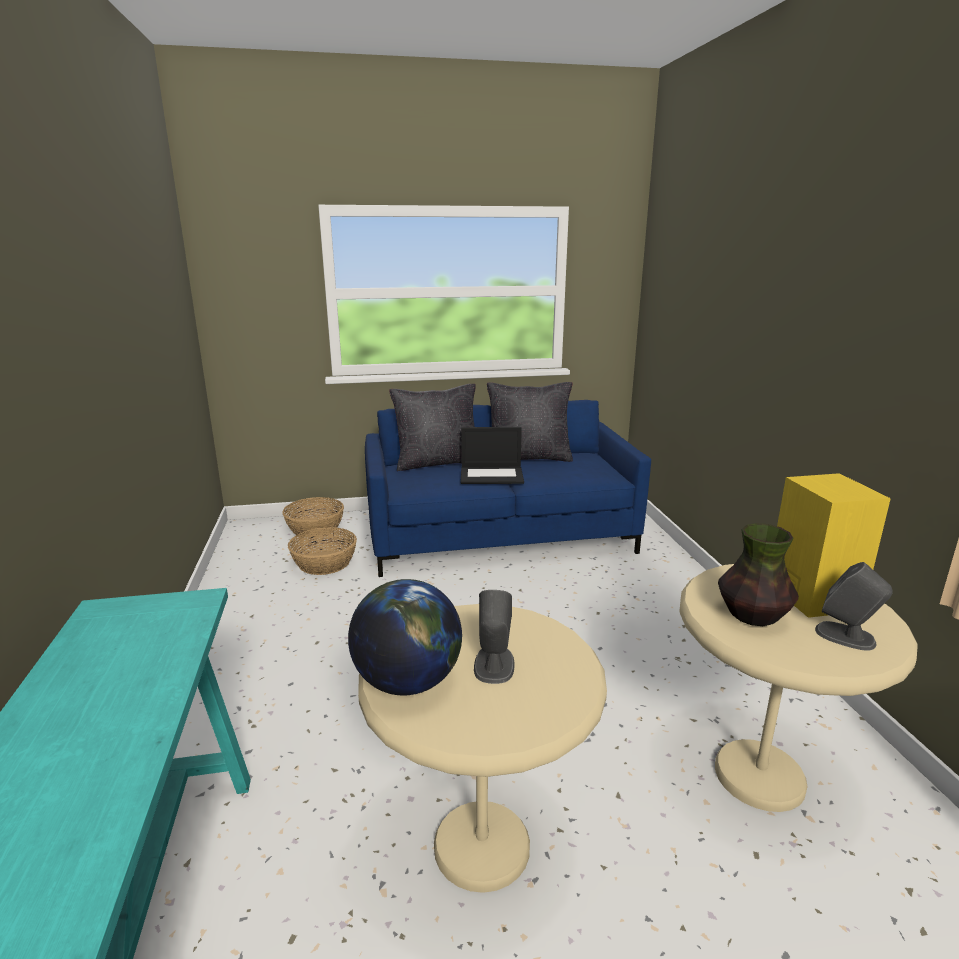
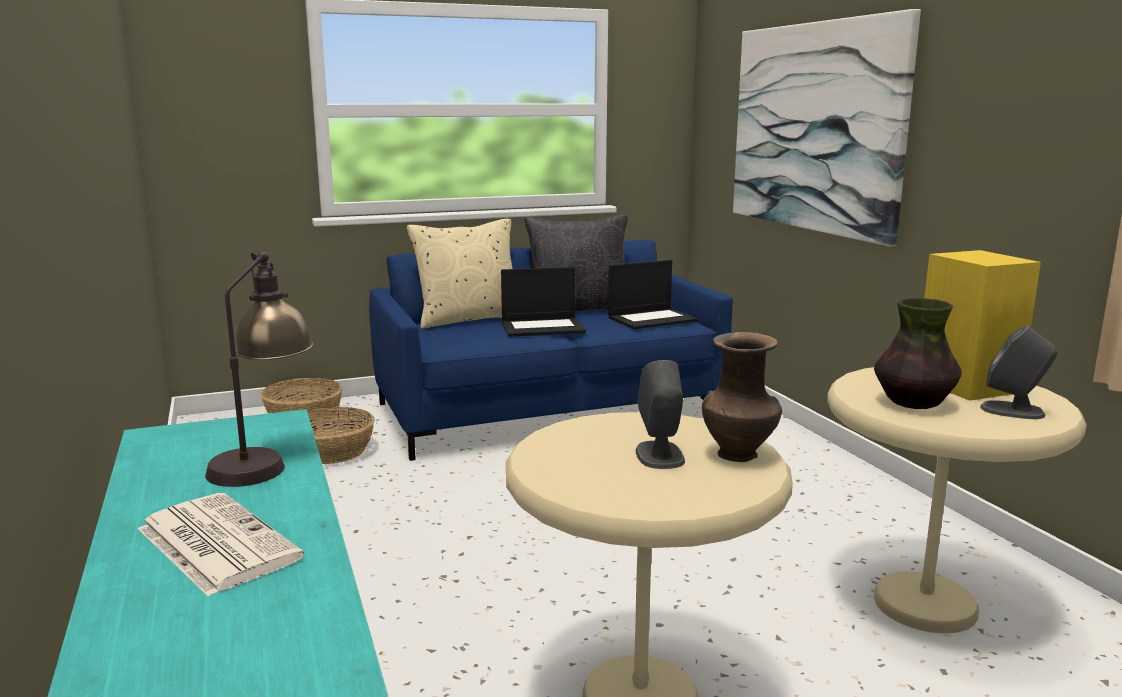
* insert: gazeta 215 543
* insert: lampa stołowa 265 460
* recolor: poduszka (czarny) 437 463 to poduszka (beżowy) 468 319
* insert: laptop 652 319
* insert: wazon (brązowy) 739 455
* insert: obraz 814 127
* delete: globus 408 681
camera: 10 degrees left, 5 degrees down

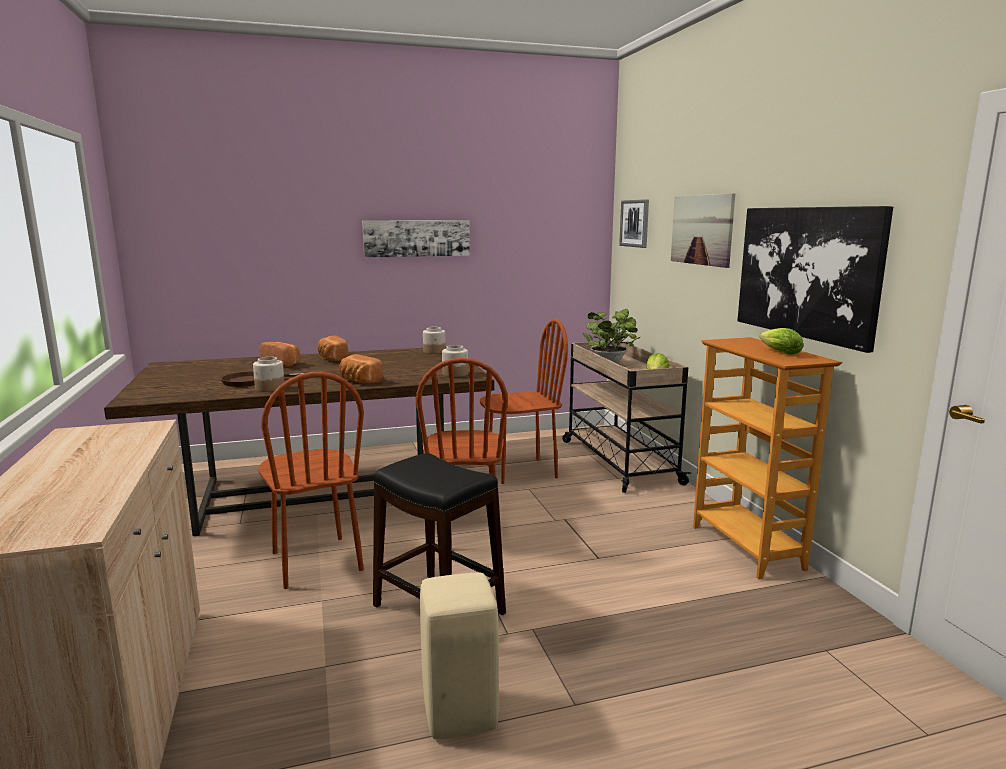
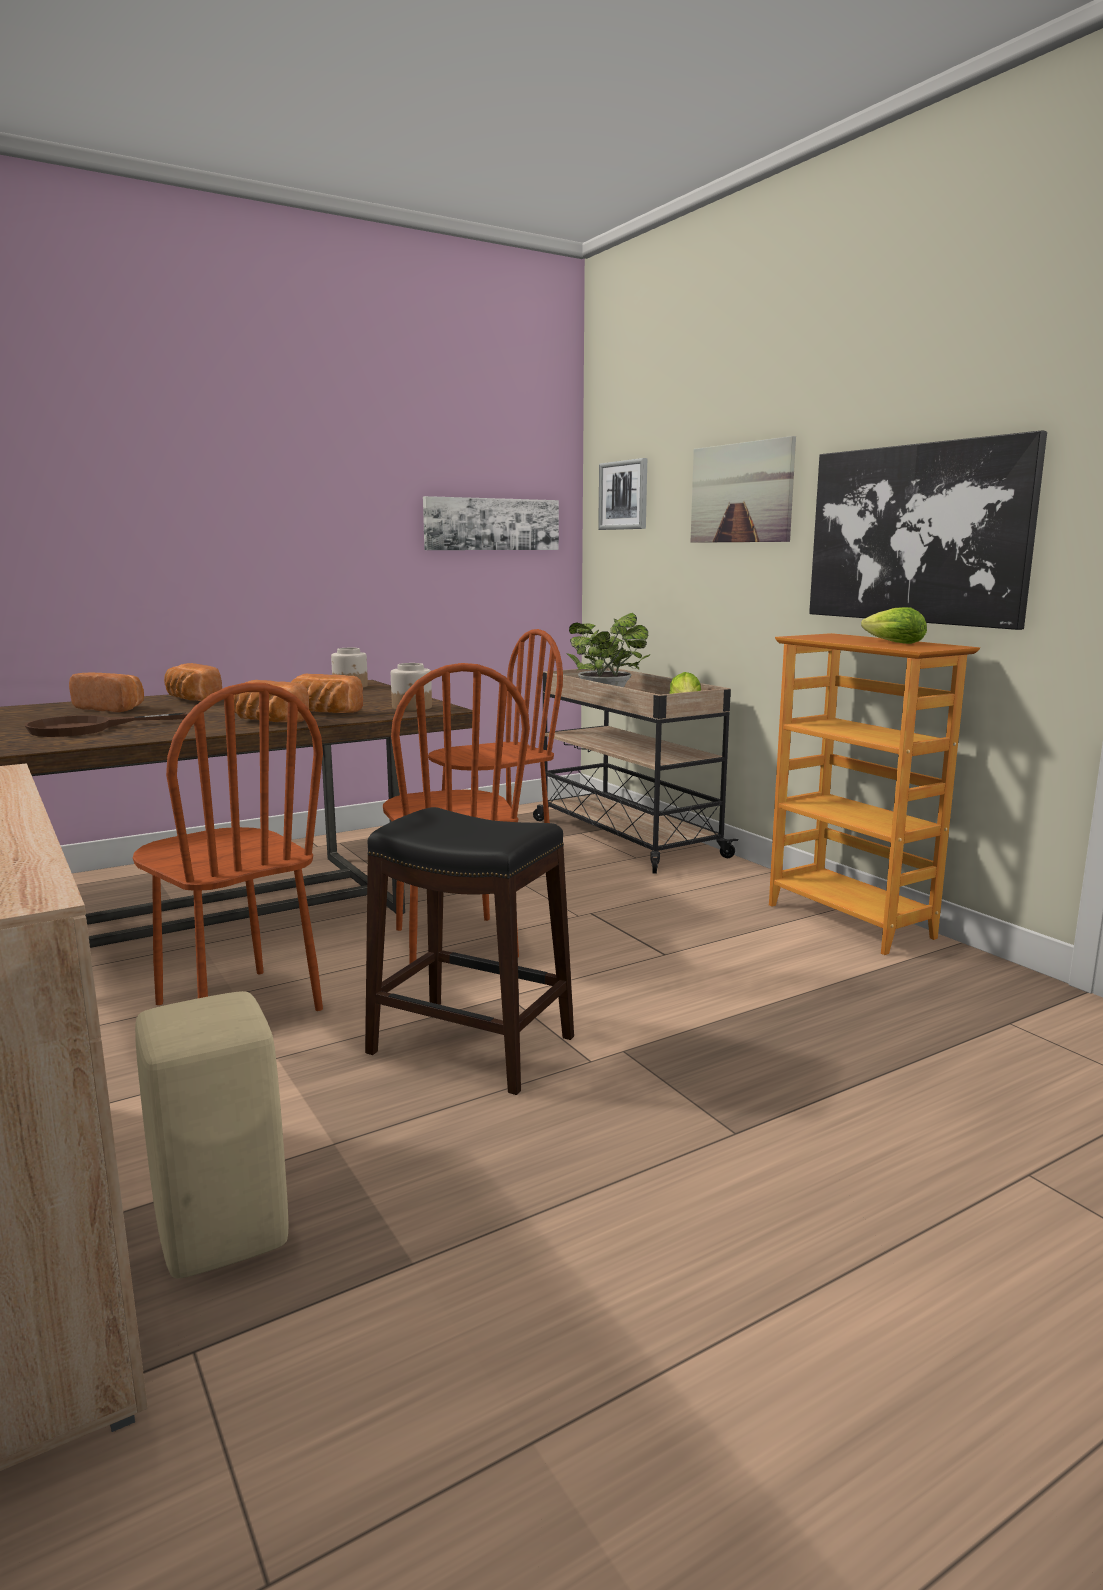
* move: stołek (beżowy) 459 716 to 221 1237
* insert: chleb 323 713
* move: obraz 416 238 to 491 524
* delete: słoik 270 388
camera: 15 degrees left, 0 degrees up

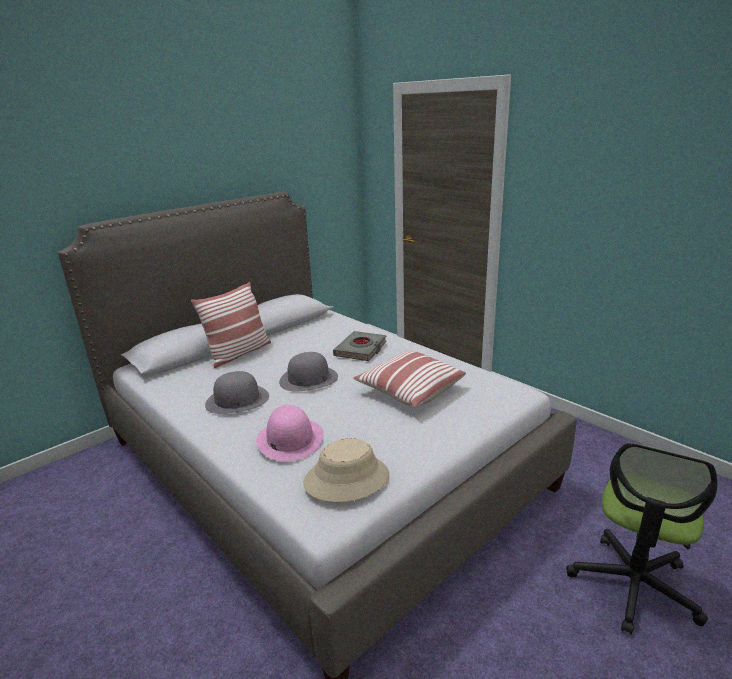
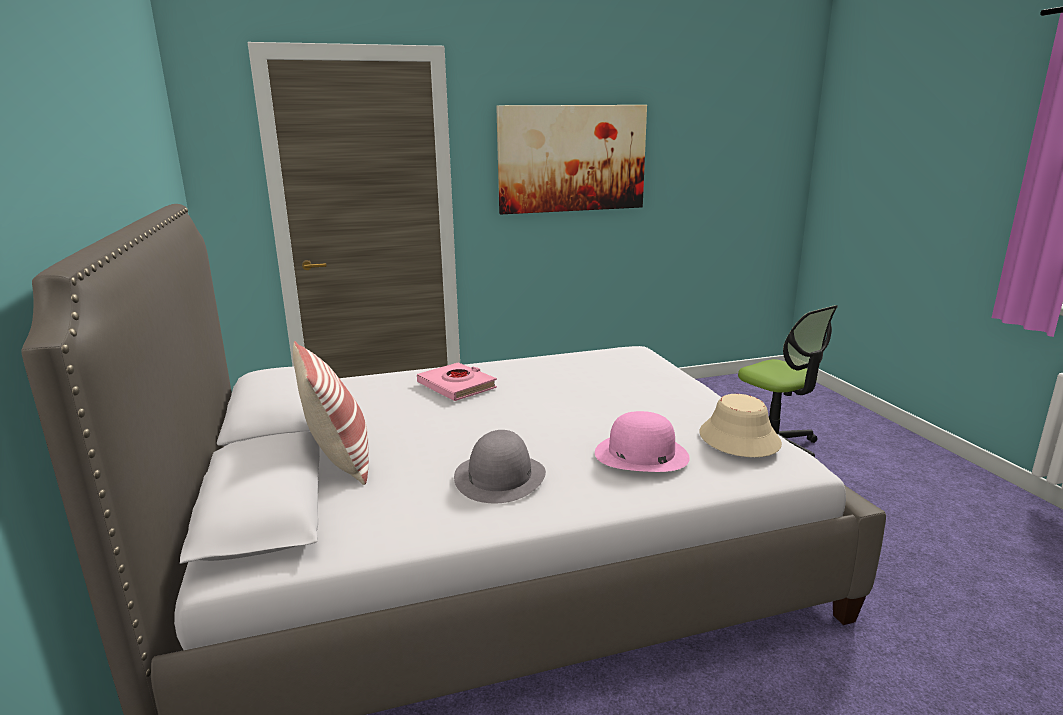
* recolor: książka (szary) 361 349 to książka (różowy) 457 386
* insert: obraz 572 159
* delete: kapelusz (szary) 308 379
* delete: poduszka 409 390
camera: 65 degrees left, 5 degrees down

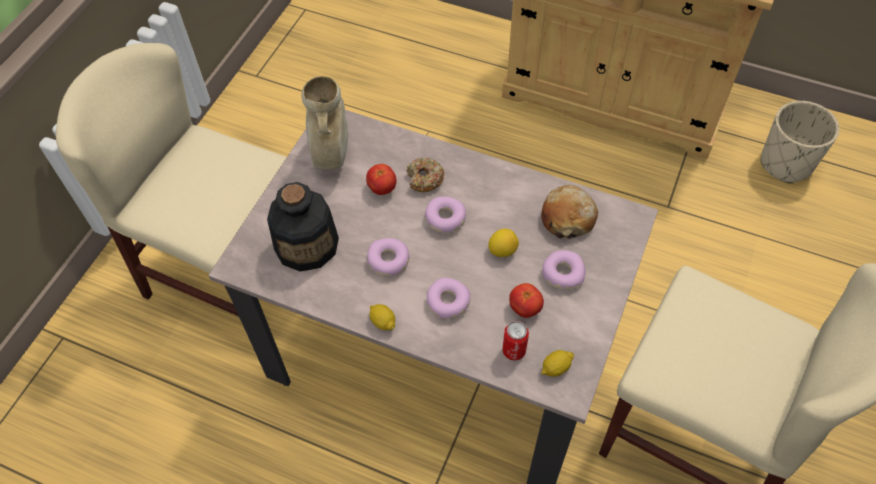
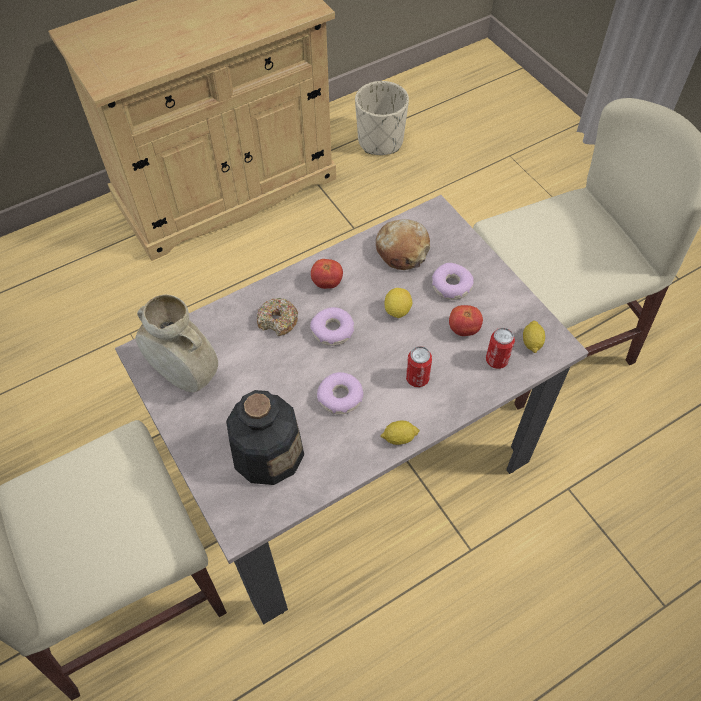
* move: pomidor 382 188 to 327 283
* replace: donut 448 302 to puszka 417 378
camera: 55 degrees left, 0 degrees up

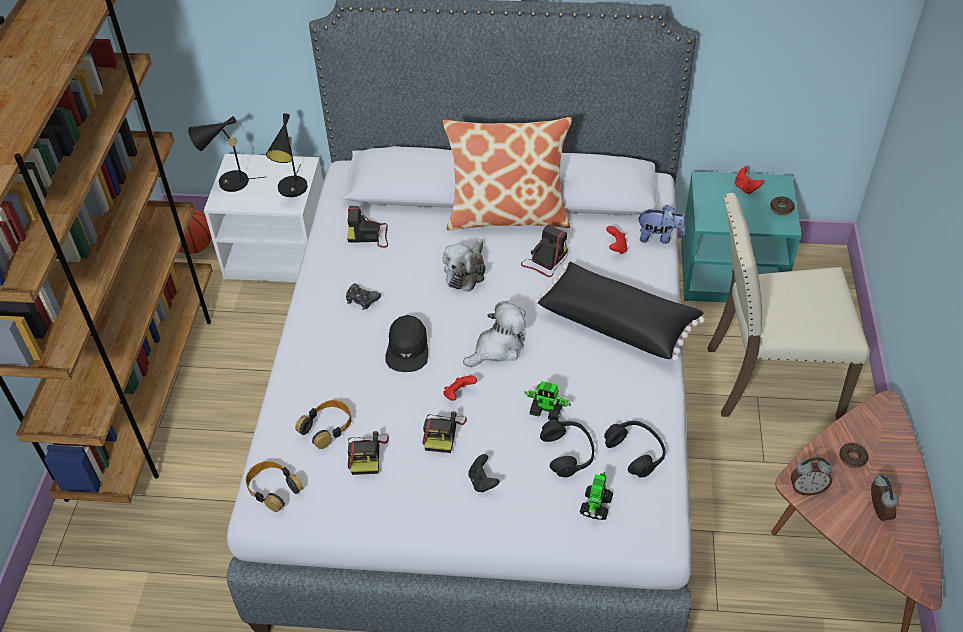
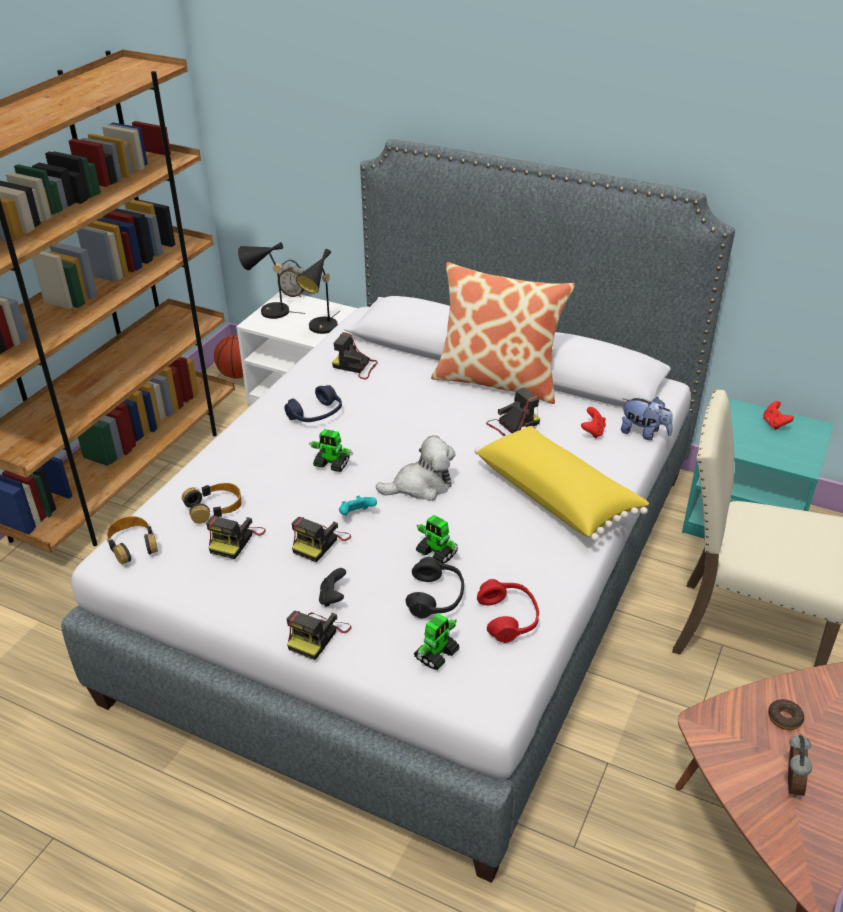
* move: budzik 807 489 to 293 294
* replace: pad do gier (czarny) 362 299 to słuchawki (niebieski) 316 415
* insert: aparat fotograficzny 318 636
* replace: czapka z daszkiem (czarny) 407 349 to robot zabawkowy 332 464
* recolor: pad do gier (czerwony) 458 394 to pad do gier (turkusowy) 356 515
* recolor: poduszka (czarny) 617 322 to poduszka (żółty) 557 495
* recolor: słuchawki (czarny) 636 452 to słuchawki (czerwony) 508 618
* delete: pluszak 466 272
* delete: donut 781 208
camera: 20 degrees right, 10 degrees down

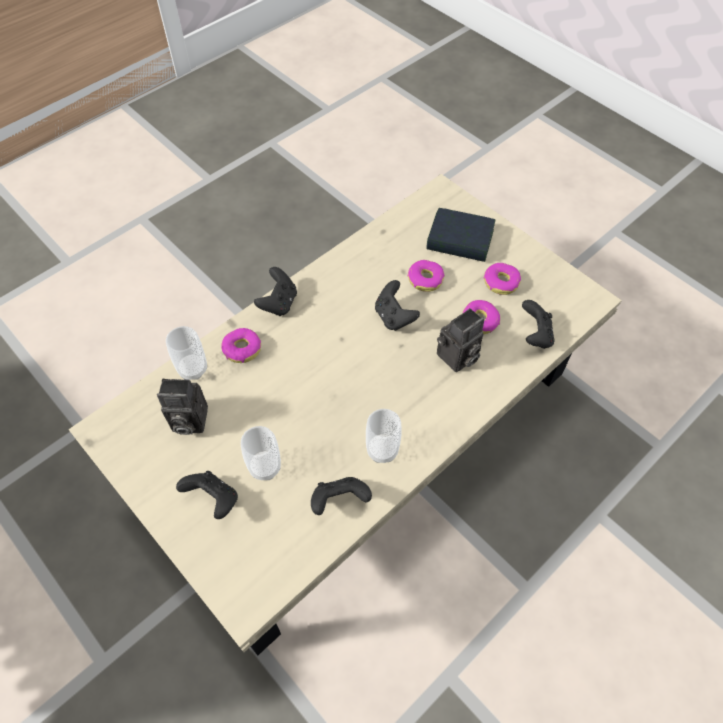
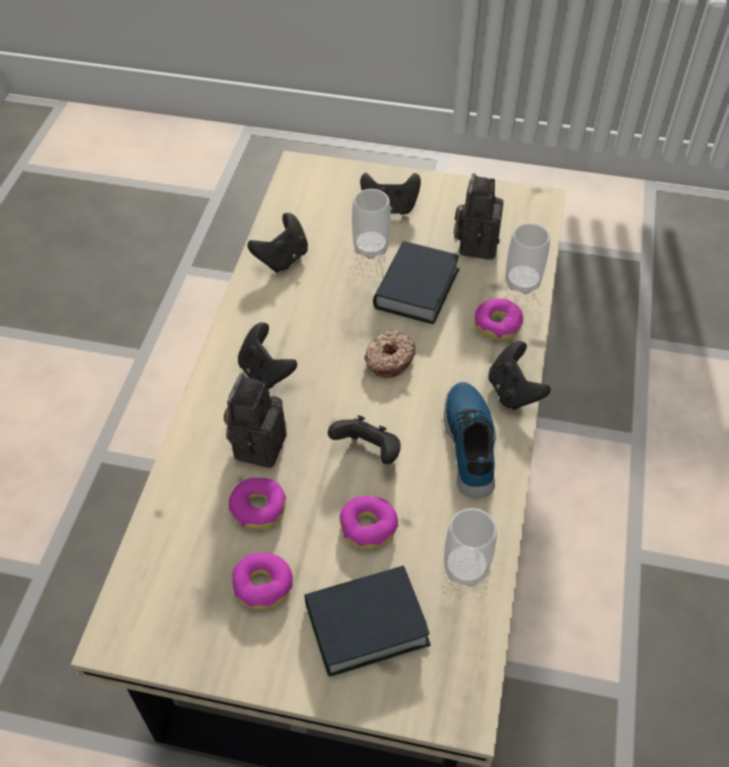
* move: pad do gier (czarny) 535 335 to 265 372
* insert: donut 388 359
* insert: książka 416 289
* insert: but 472 443
* move: filiżanka 382 450 to 465 568
* rotate: aparat fotograficzny 187 421 = 475 243 45 degrees counterclockwise
camera: 145 degrees right, 5 degrees down

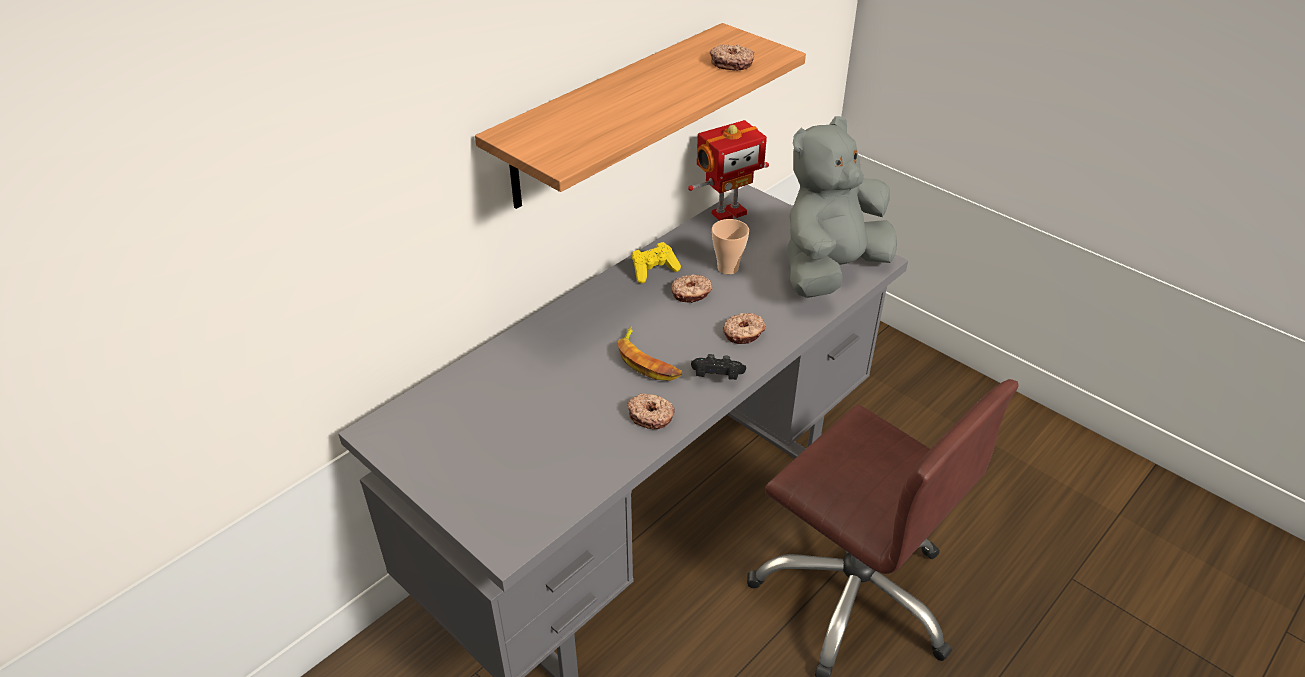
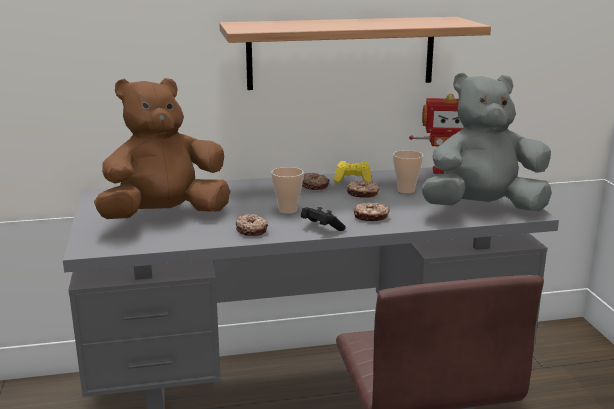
* insert: pluszak (brązowy) 165 216
* replace: banan 647 360 to filiżanka 287 210
* move: donut 731 63 to 314 186
camera: 35 degrees right, 20 degrees down

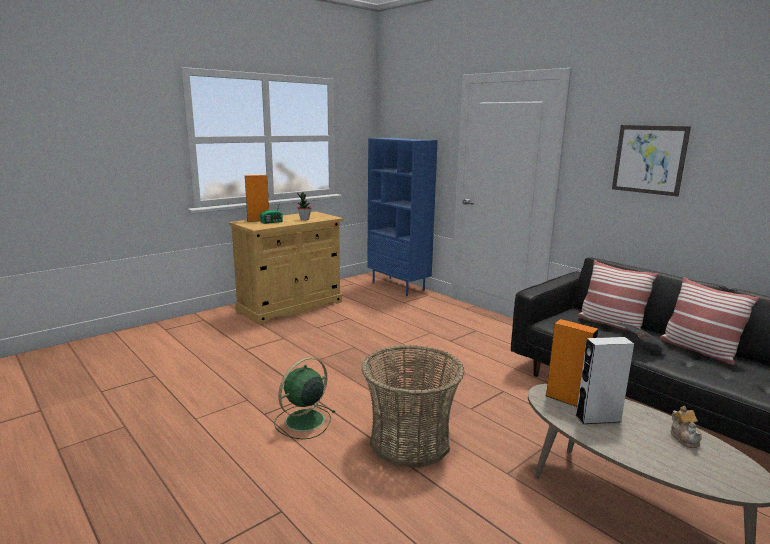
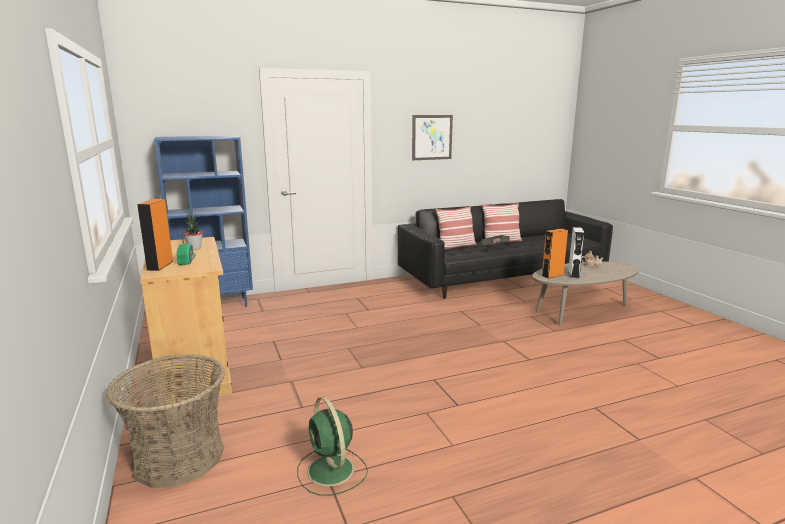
* move: koszyk 410 441 to 178 457
* move: wentylator (zielony) 303 421 to 331 471
camera: 70 degrees left, 0 degrees up

